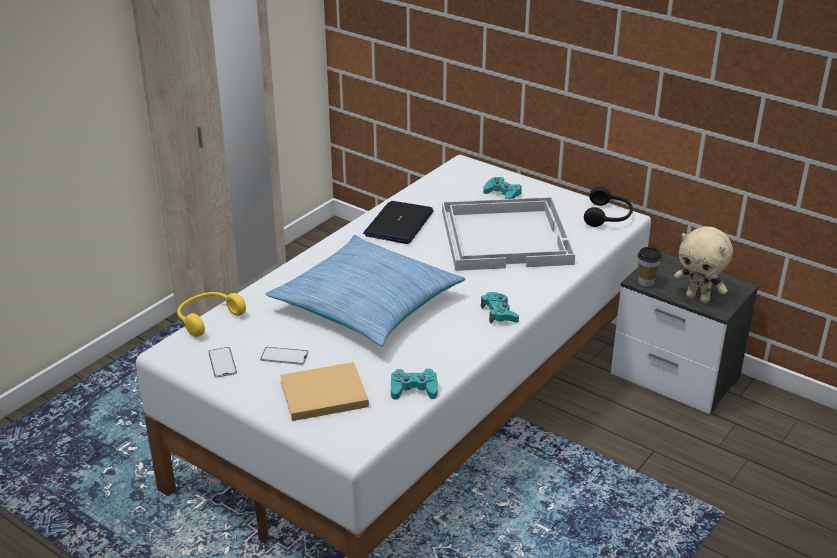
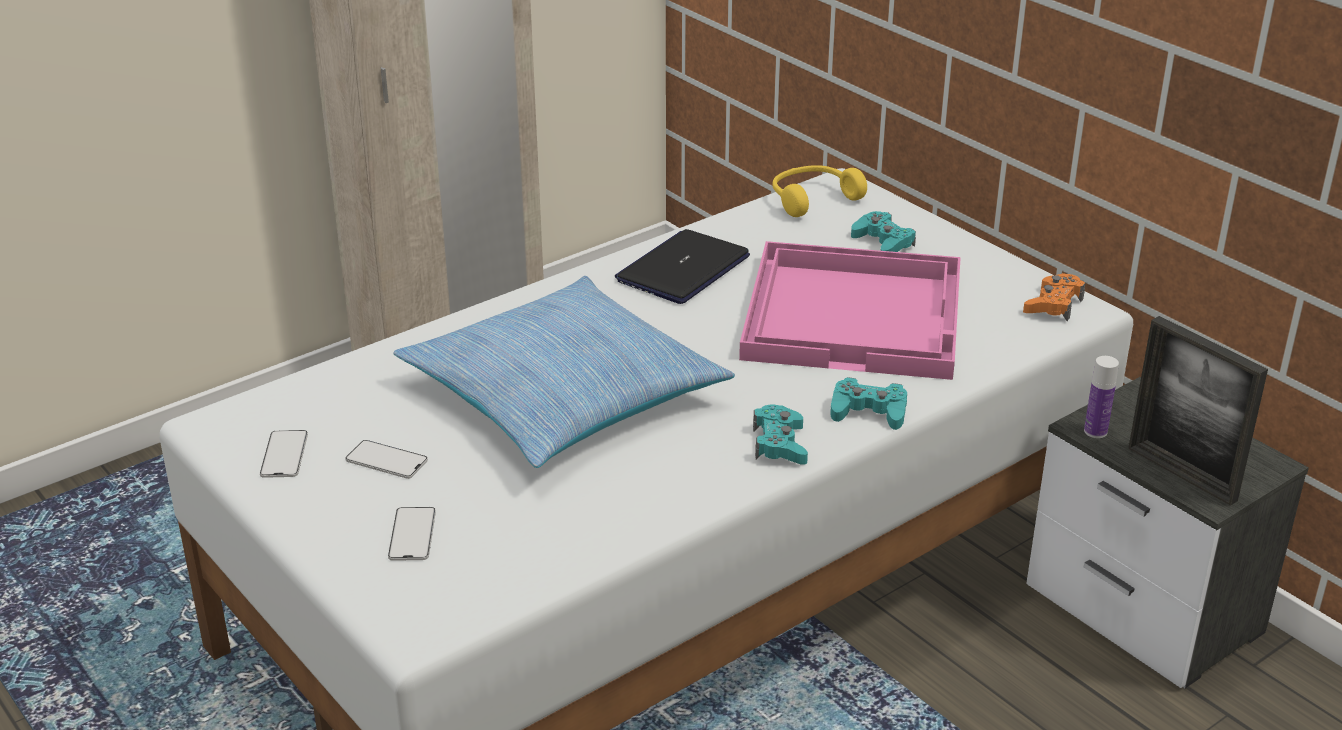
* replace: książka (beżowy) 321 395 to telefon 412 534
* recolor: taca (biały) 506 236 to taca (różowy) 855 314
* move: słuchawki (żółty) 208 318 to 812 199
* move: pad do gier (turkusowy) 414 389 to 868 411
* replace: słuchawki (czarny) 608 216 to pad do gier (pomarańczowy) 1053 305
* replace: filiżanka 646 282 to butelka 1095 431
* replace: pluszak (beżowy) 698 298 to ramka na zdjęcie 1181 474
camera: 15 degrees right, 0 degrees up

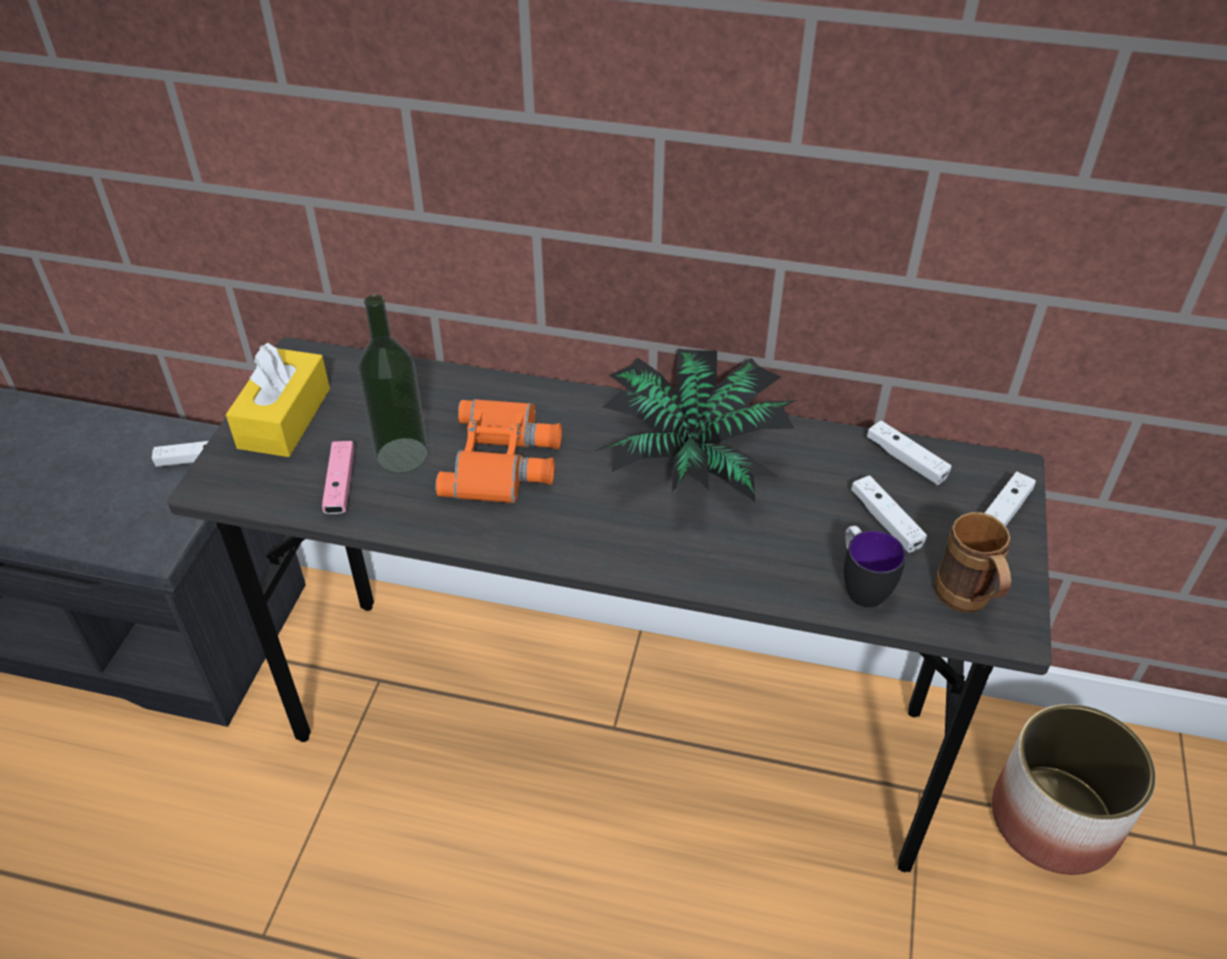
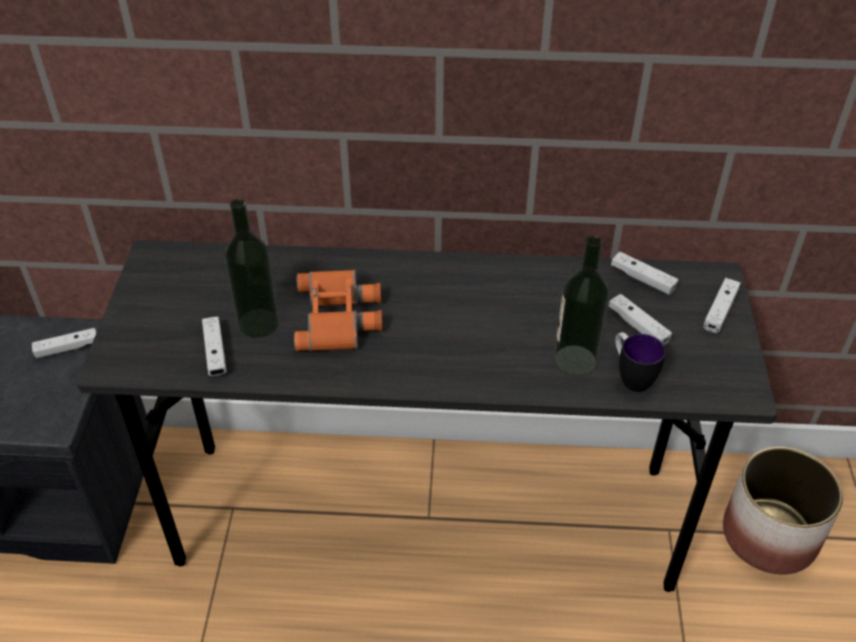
* recolor: pad do gier (różowy) 340 485 to pad do gier (biały) 215 352
* insert: butelka 575 360
* delete: pudełko chusteczek (żółty) 284 418
* delete: roślina doniczkowa 693 455
* delete: kubek (brązowy) 967 603
camera: 10 degrees left, 0 degrees up

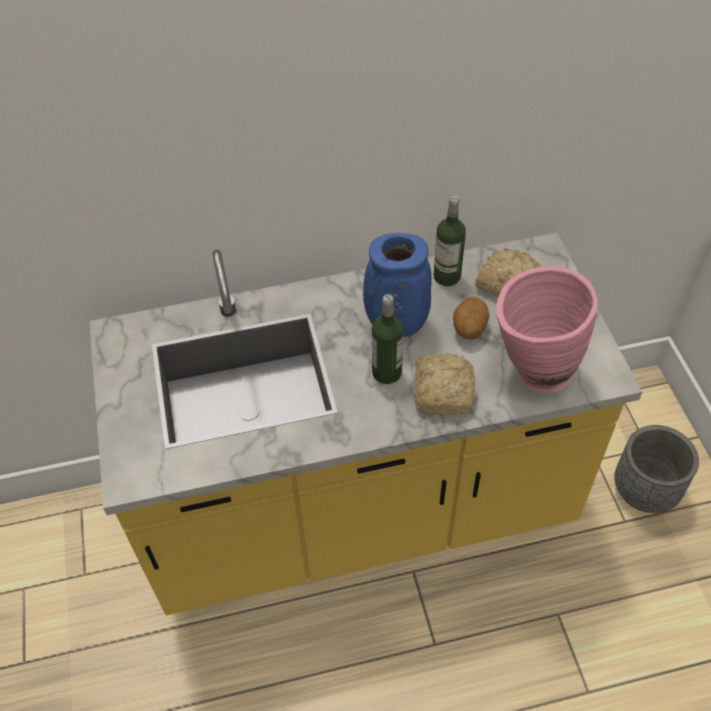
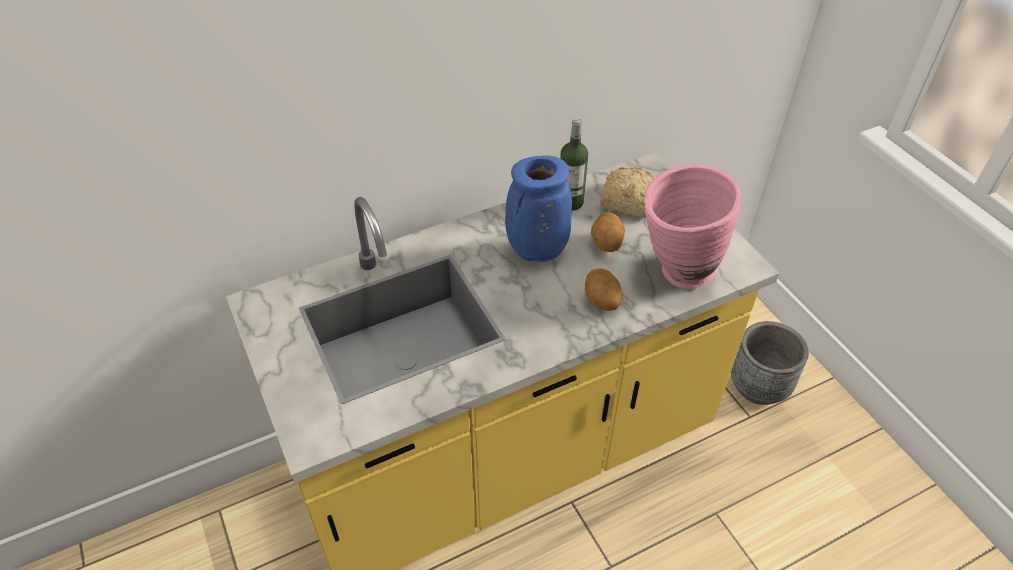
* replace: chleb 444 390 to ziemniak 601 302
* delete: butelka 387 372
camera: 15 degrees left, 5 degrees down

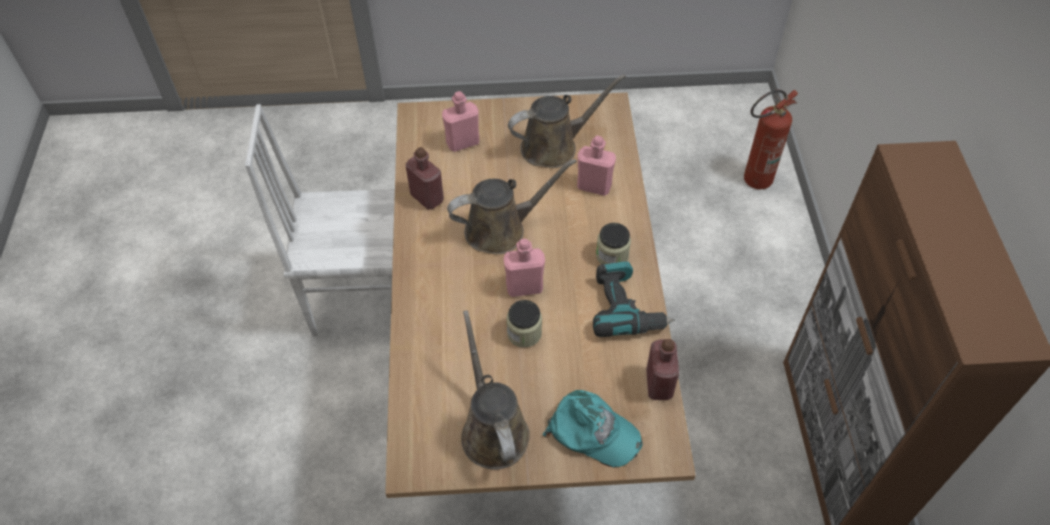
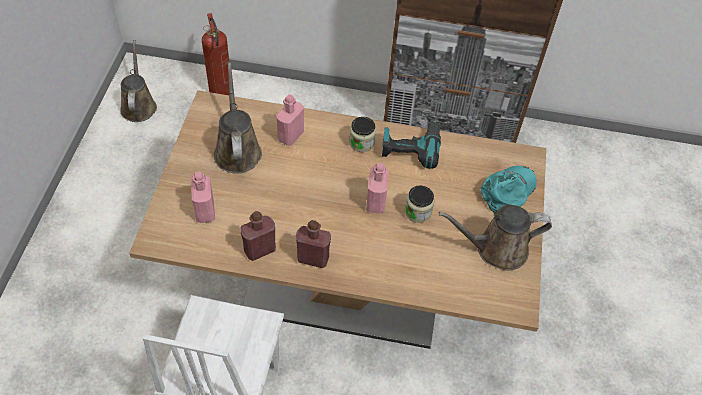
* move: konewka (brązowy) 501 229 to 139 105
* move: butelka (czerwony) 659 384 to 313 258
camera: 80 degrees left, 0 degrees up

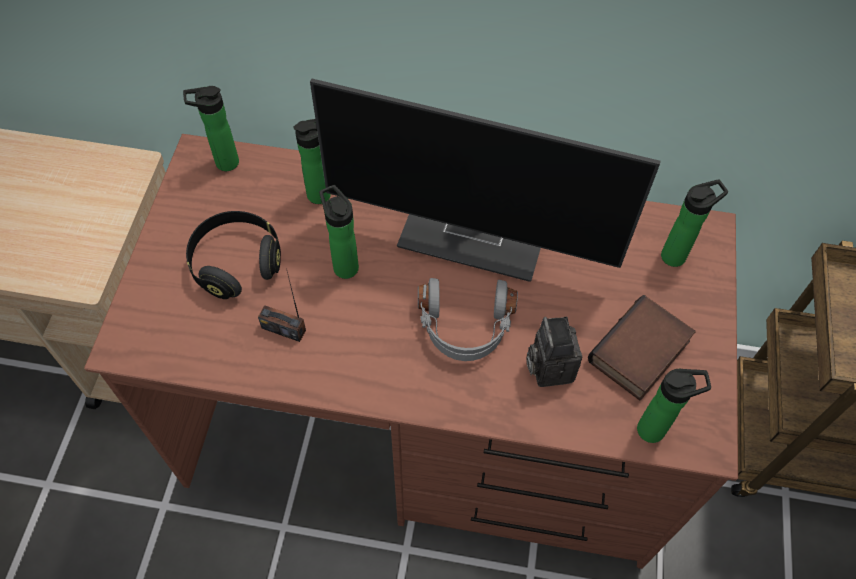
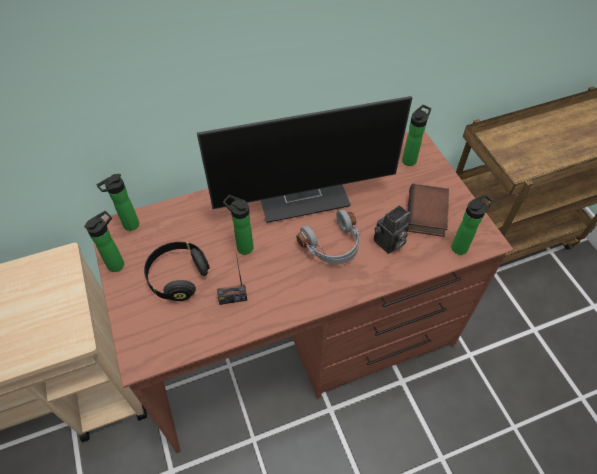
* move: butelka 323 194 to 118 263
* rotate: aparat fotograficzny 548 366 = 389 243 90 degrees counterclockwise
camera: 30 degrees left, 5 degrees down

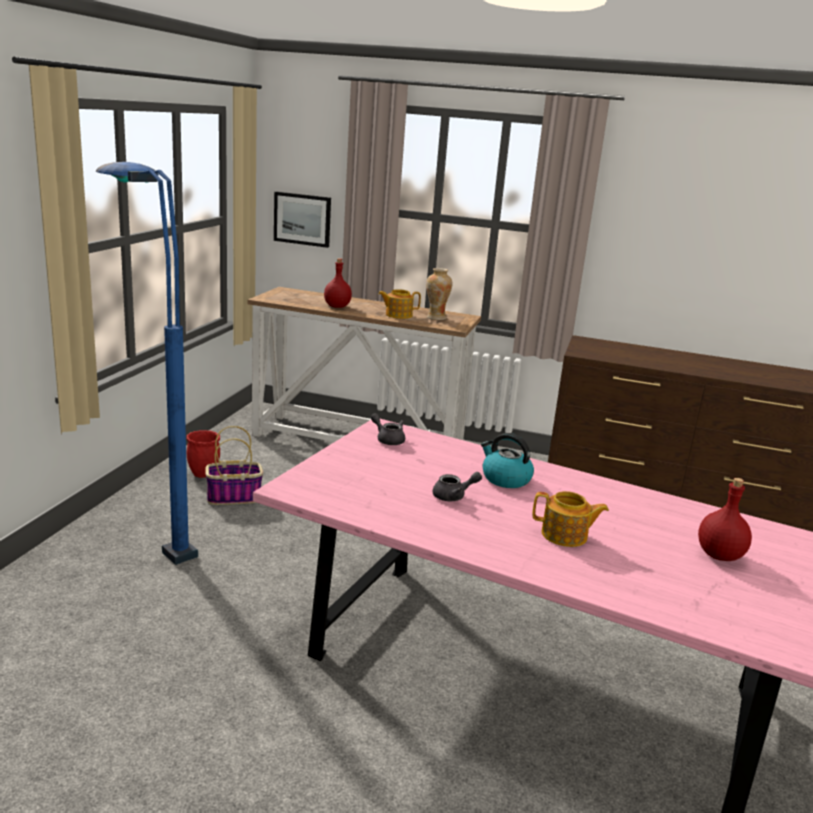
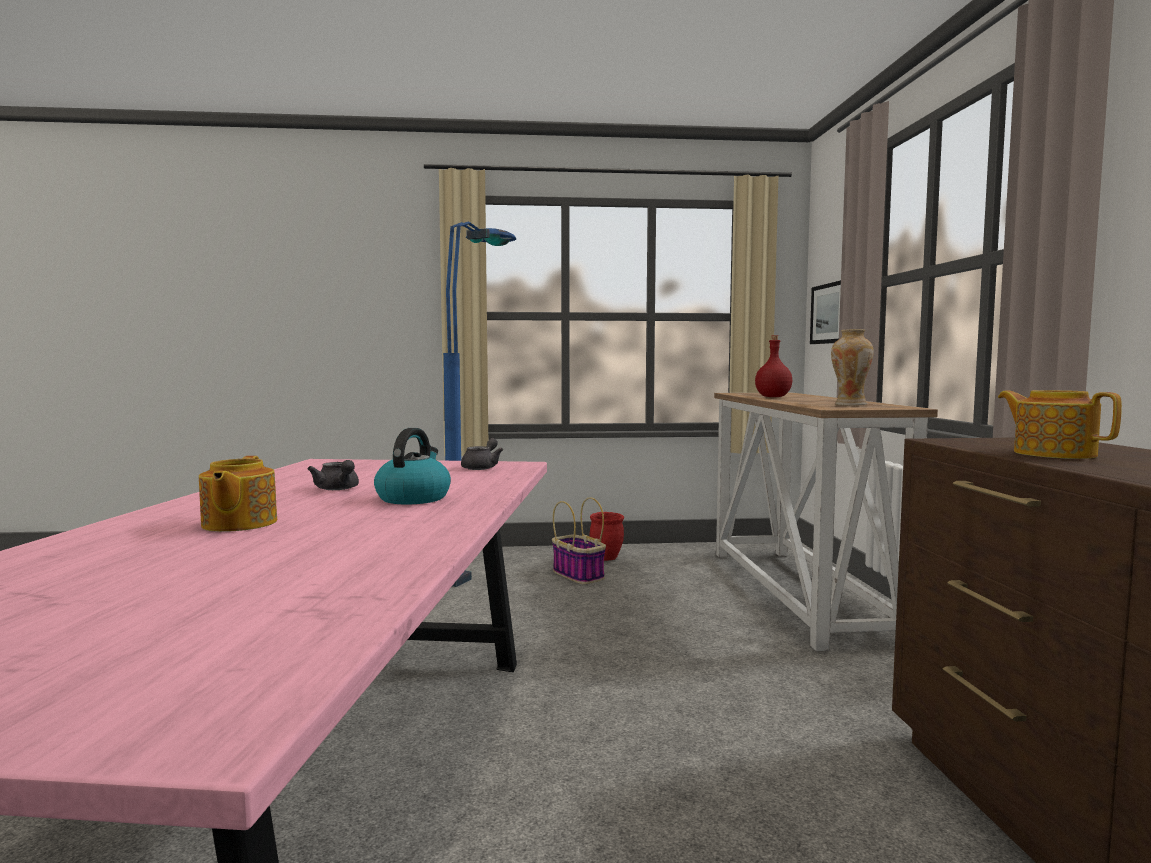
* move: imbryk 398 315 to 1053 454
* delete: butelka (czerwony) 719 556
camera: 70 degrees right, 15 degrees down

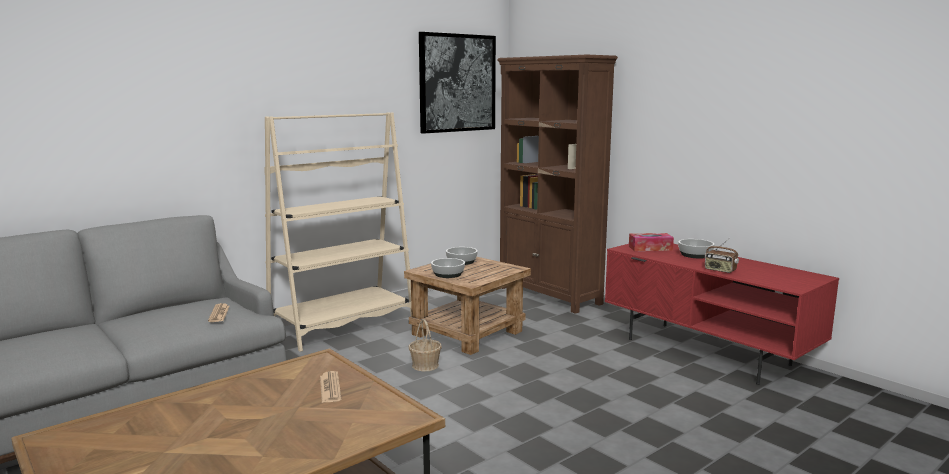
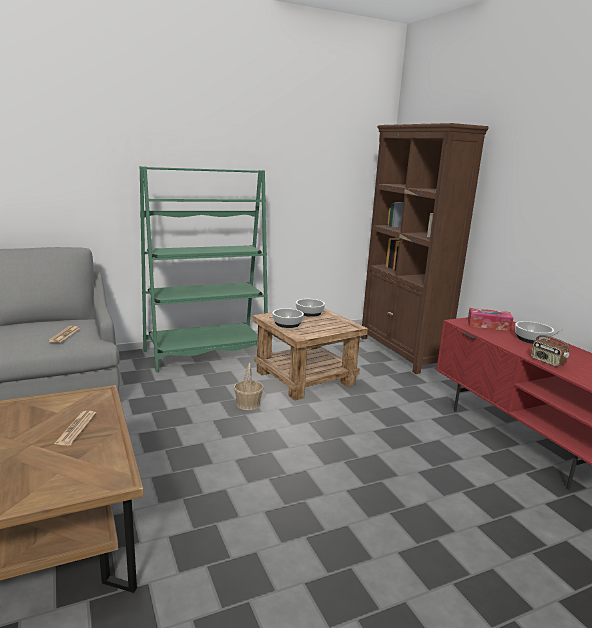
* recolor: regał (beżowy) 343 326 to regał (zielony) 206 354
* delete: obraz 457 83
camera: 15 degrees right, 5 degrees up

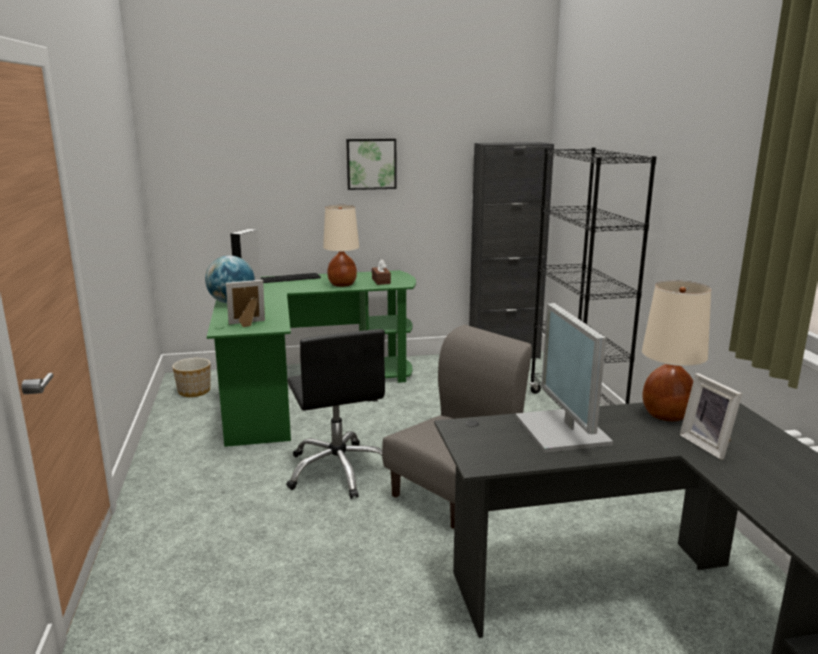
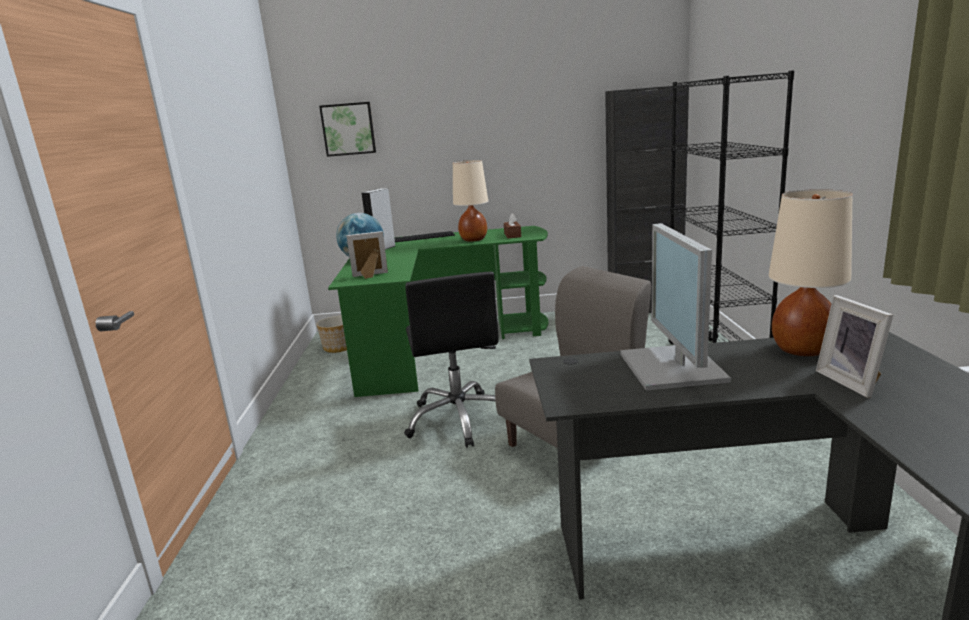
* move: obraz 371 164 to 348 129
camera: 10 degrees right, 0 degrees up

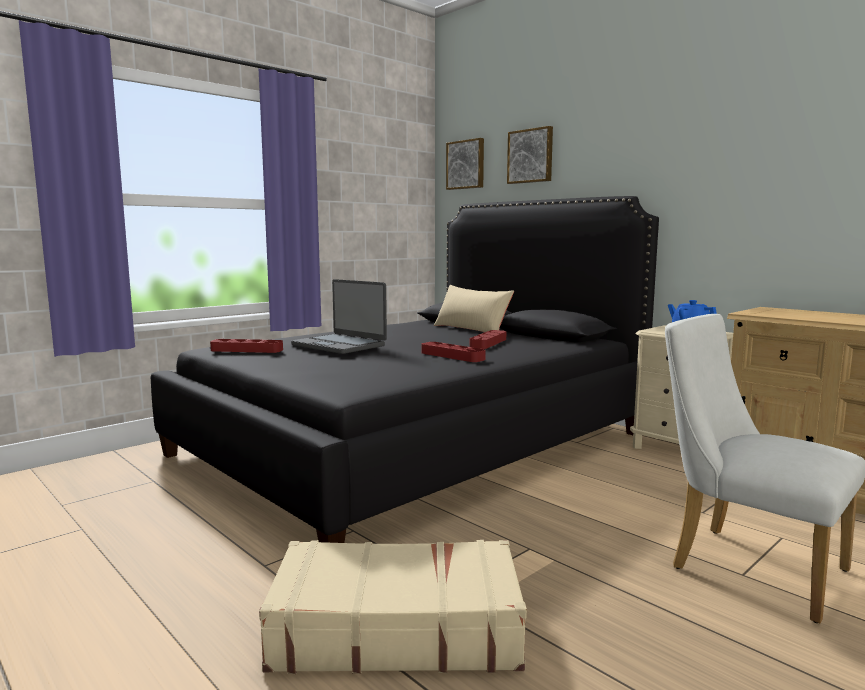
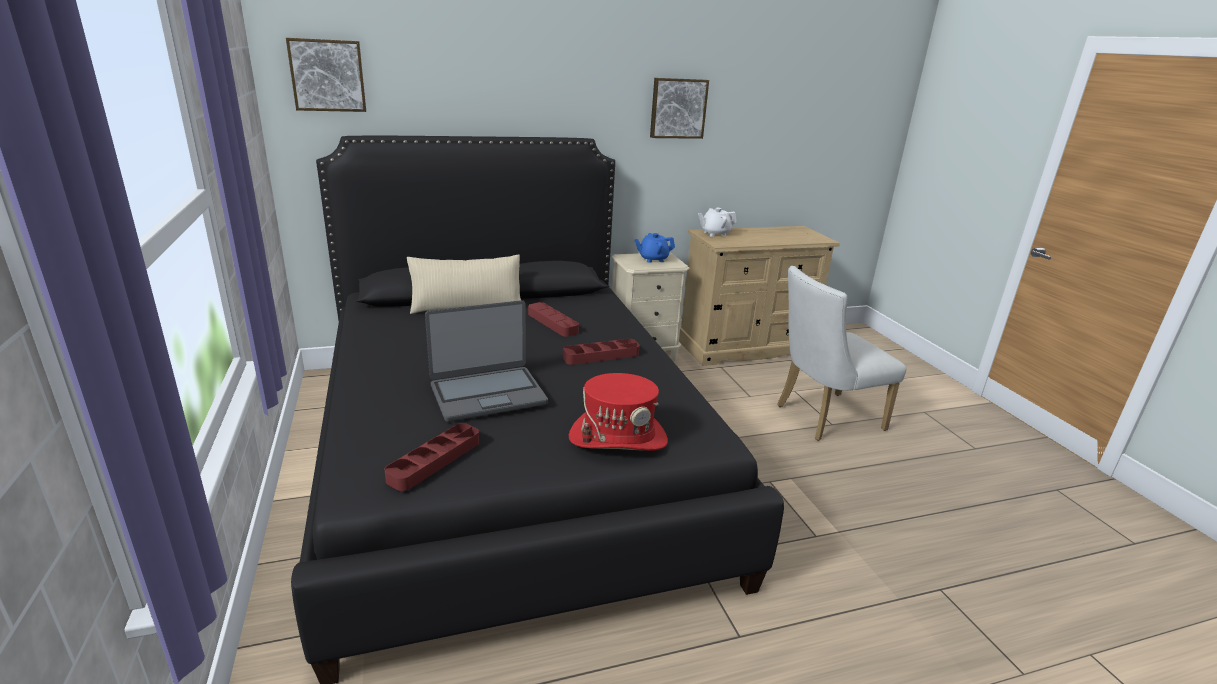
* insert: kapelusz (czerwony) 618 438
* move: obraz 531 156 to 678 108
* insert: imbryk (biały) 715 233
* delete: walizka (beżowy) 396 628
camera: 65 degrees left, 15 degrees up

